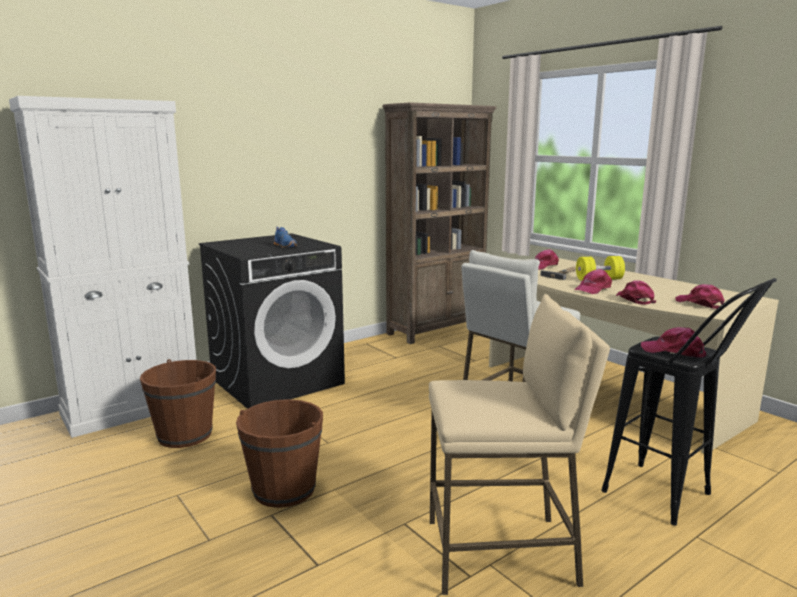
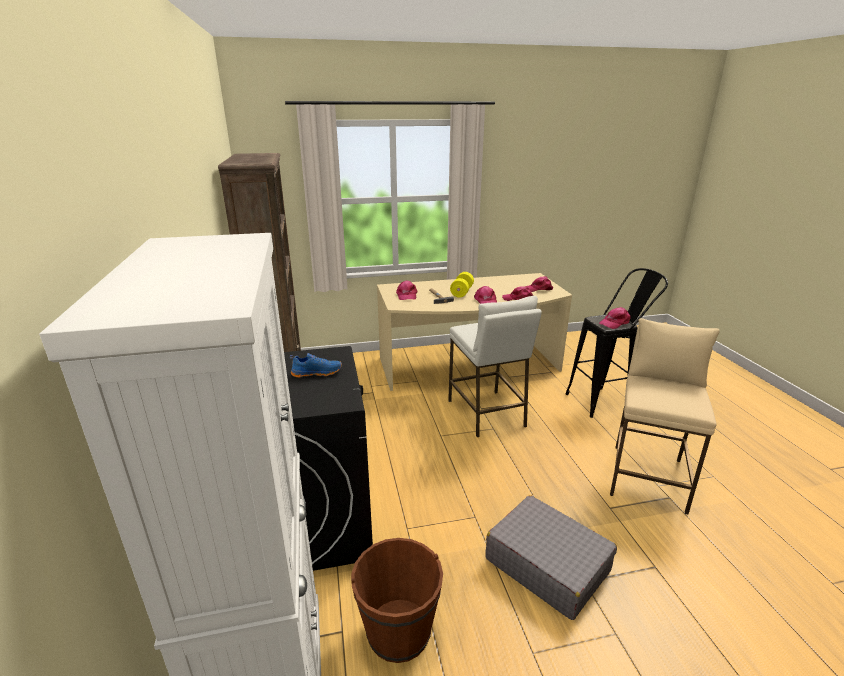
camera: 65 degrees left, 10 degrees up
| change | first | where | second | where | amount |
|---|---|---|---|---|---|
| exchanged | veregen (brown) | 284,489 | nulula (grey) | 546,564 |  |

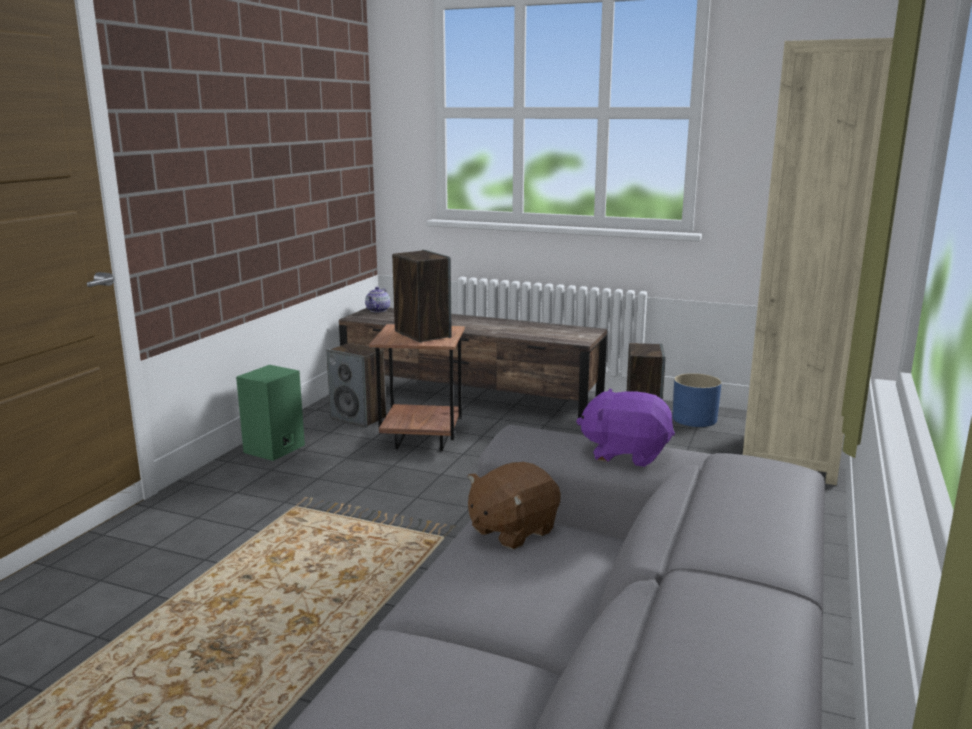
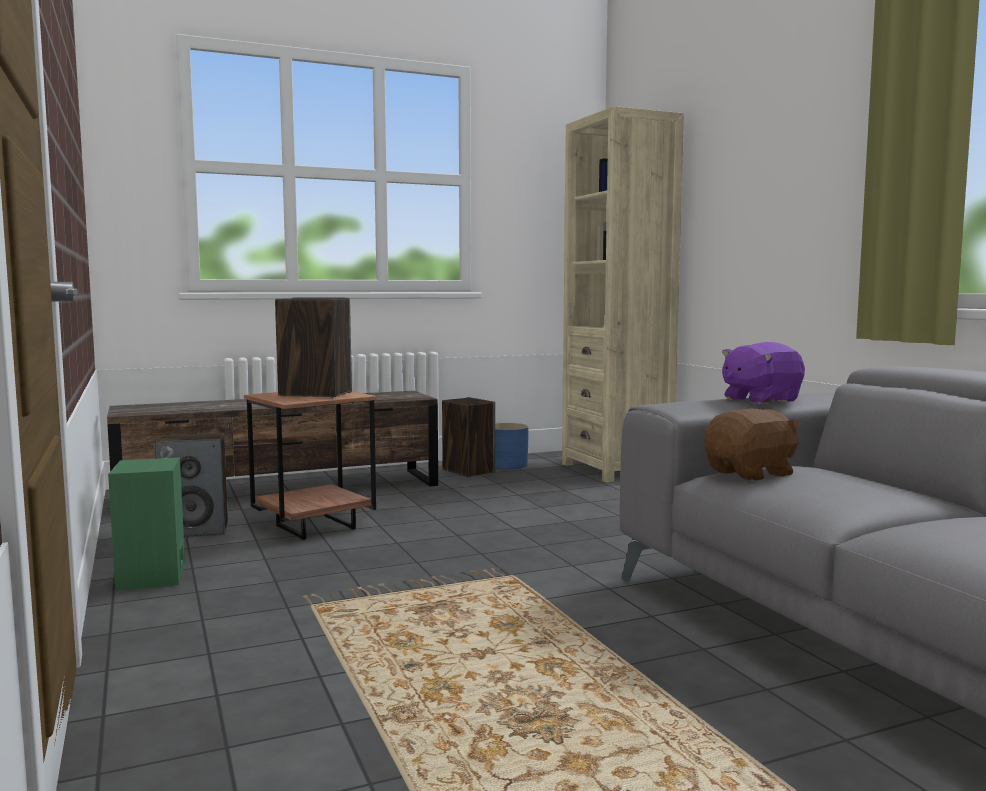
camera: 45 degrees left, 10 degrees down
| change | first | where | second | where | amount |
|---|---|---|---|---|---|
| missing | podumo | 378,310 |  |  |  |
| spun | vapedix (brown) | 511,530 |  | 751,474 | 120 degrees counterclockwise |

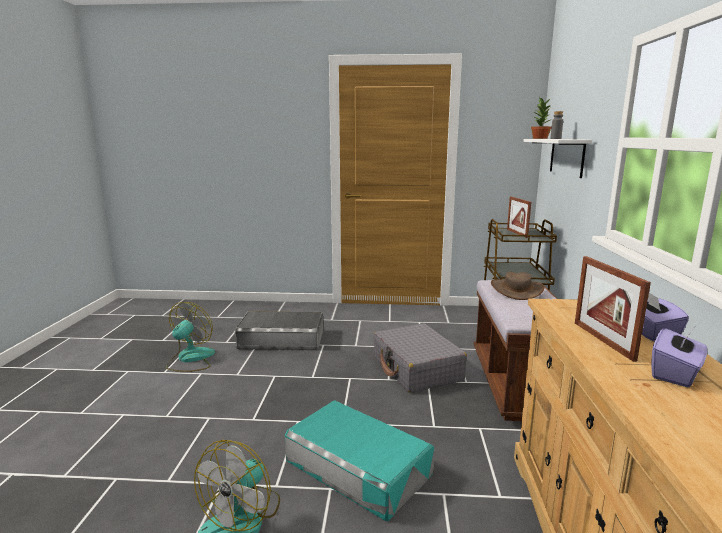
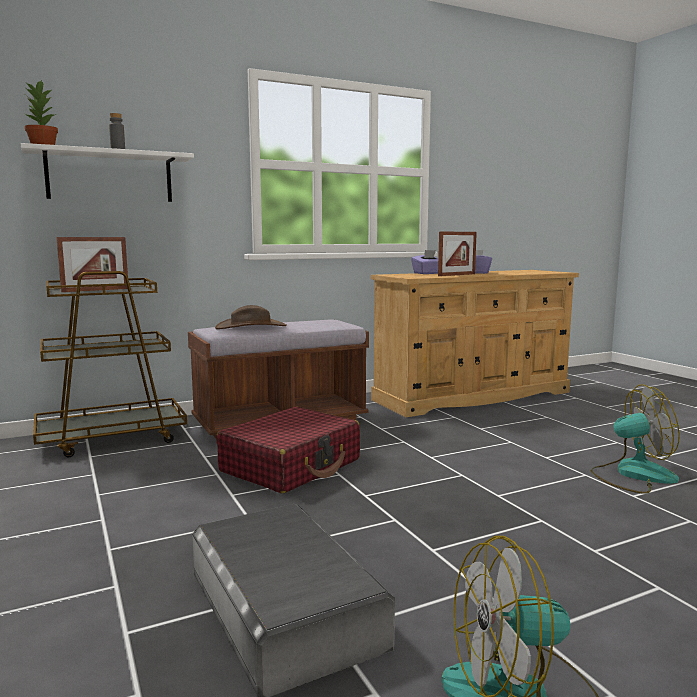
camera: 120 degrees left, 5 degrees down
| change | first | where | second | where | amount |
|---|---|---|---|---|---|
| missing | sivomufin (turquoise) | 357,466 |  |  |  |
| colour | nulula (grey) | 417,369 | nulula (red) | 291,466 |  |

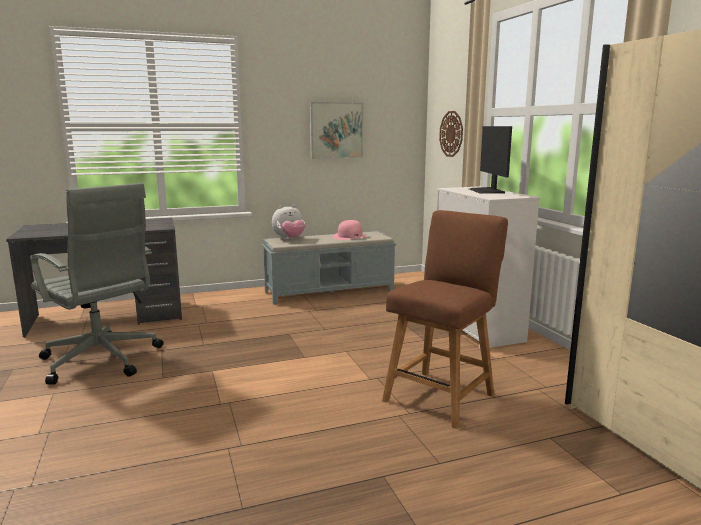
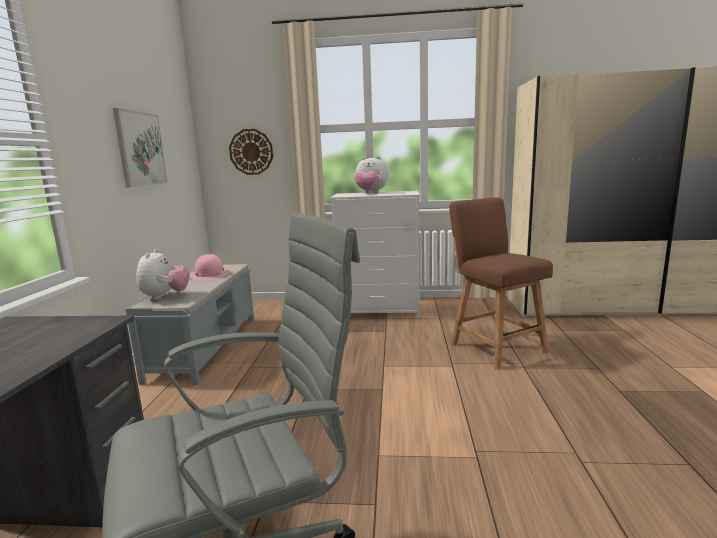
camera: 65 degrees left, 0 degrees up
| change | first | where | second | where | amount |
|---|---|---|---|---|---|
| exchanged | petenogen | 487,191 | vapedix | 370,193 |  |

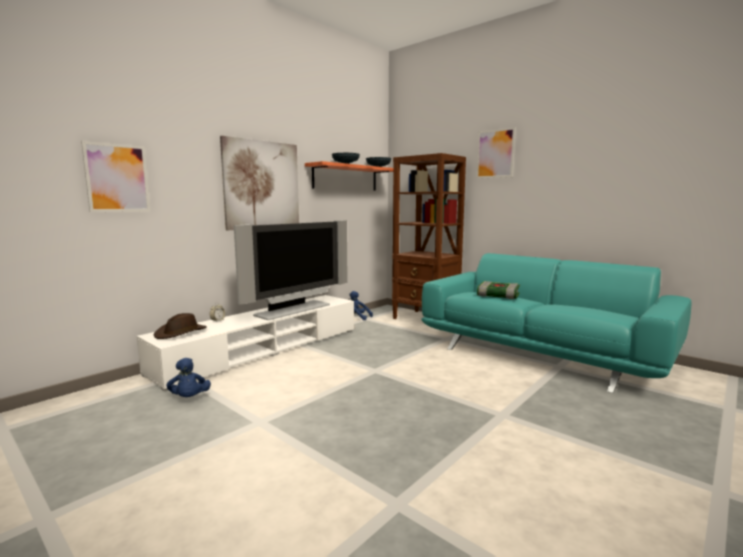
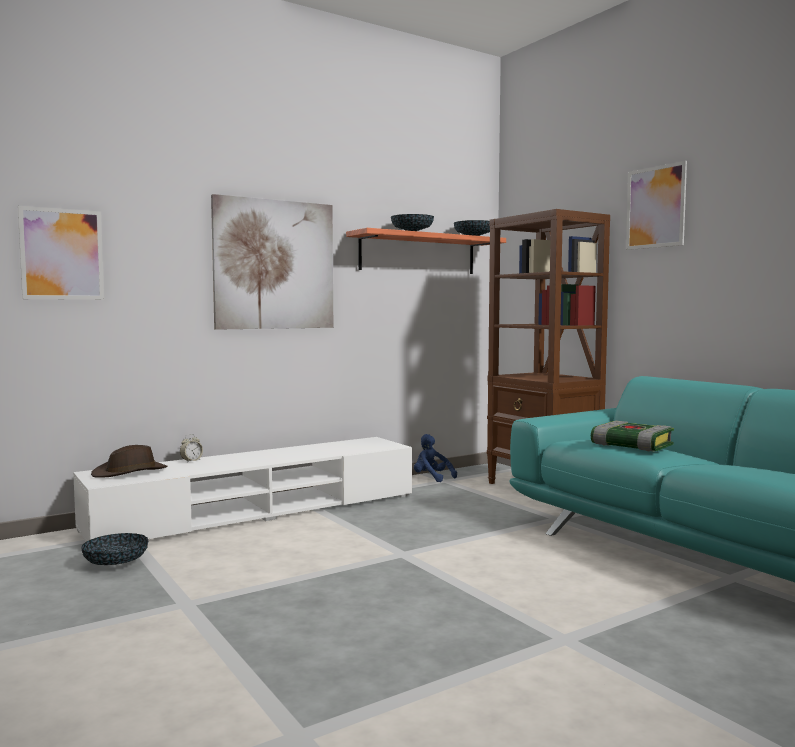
camera: 15 degrees right, 5 degrees down
| change | first | where | second | where | amount |
|---|---|---|---|---|---|
| exchanged | vapedix (blue) | 189,398 | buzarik | 116,564 |  |
| missing | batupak | 294,310 |  |  |  |

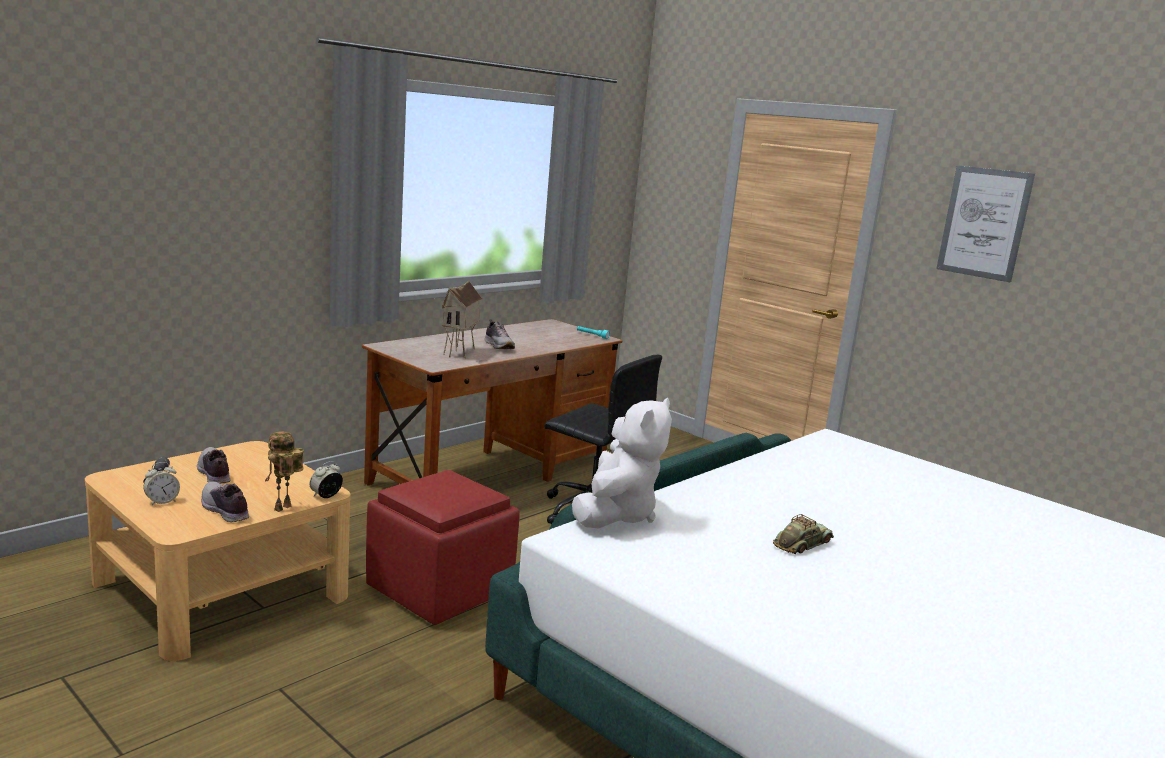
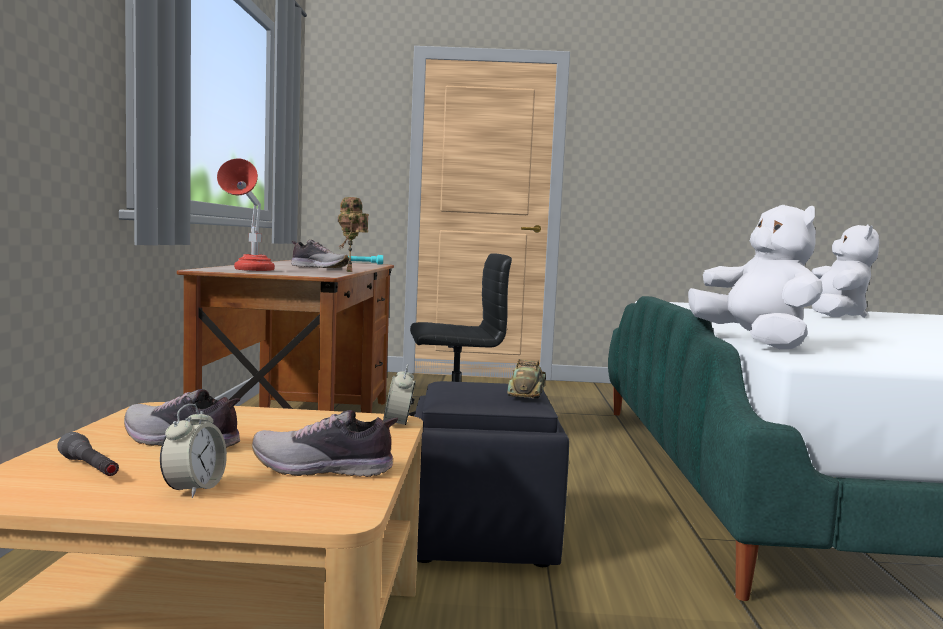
camera: 40 degrees left, 10 degrees down
| change | first | where | second | where | amount |
|---|---|---|---|---|---|
| relocated | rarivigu | 283,509 |  | 351,271 |  |
| colour | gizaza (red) | 439,589 | gizaza (black) | 479,535 |  |
| missing | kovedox | 460,353 |  |  |  |
| relocated | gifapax | 802,544 |  | 527,392 |  |
| missing | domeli | 984,223 |  |  |  |
| appeared |  |  | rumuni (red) | 249,270 |  |
| appeared |  |  | vapedix (white) | 834,315 |  |

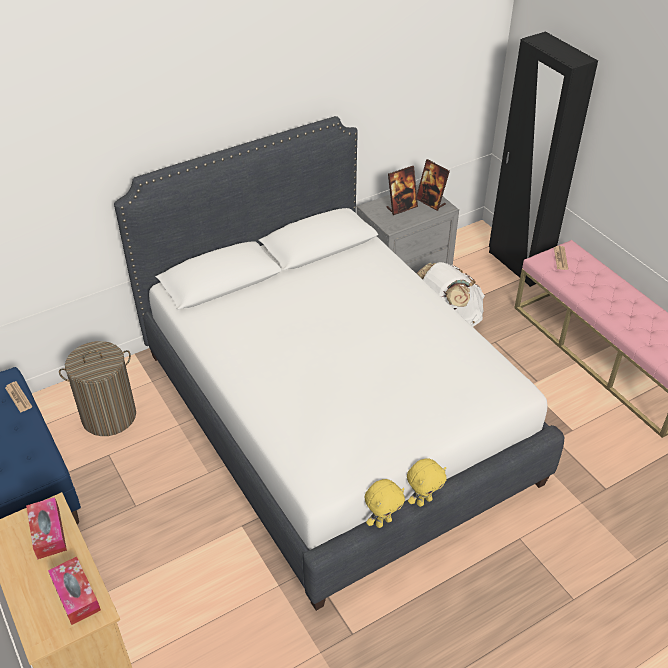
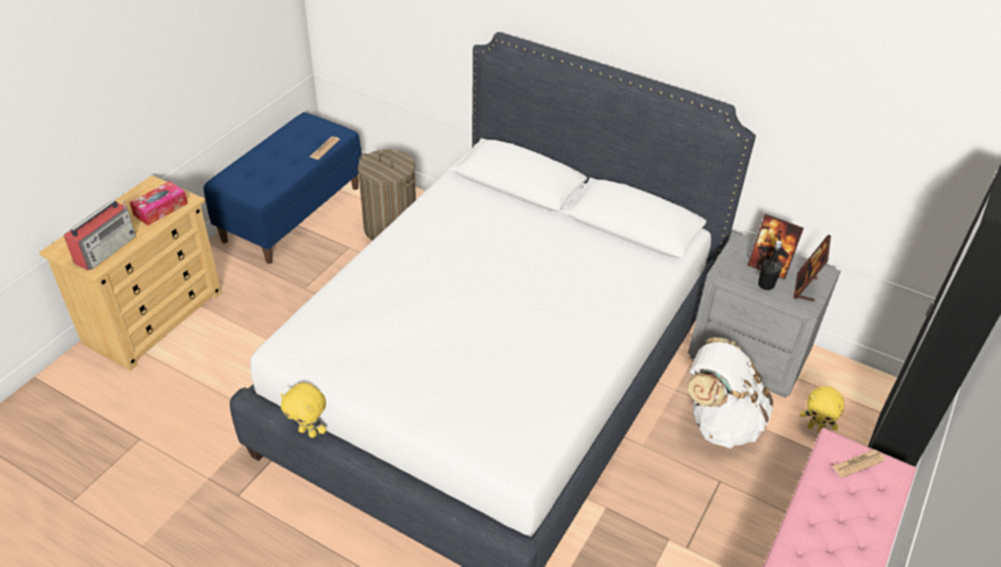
camera: 60 degrees right, 0 degrees up
| change | first | where | second | where | amount |
|---|---|---|---|---|---|
| exchanged | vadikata | 76,595 | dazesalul | 106,249 |  |
| relocated | vapedix (yellow) | 423,501 |  | 815,428 |  |
| appeared |  |  | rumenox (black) | 766,285 |  |

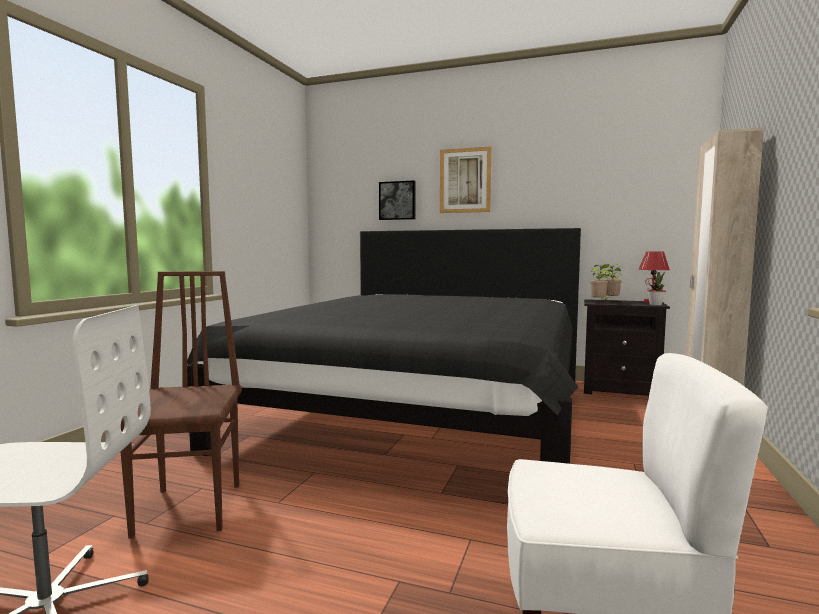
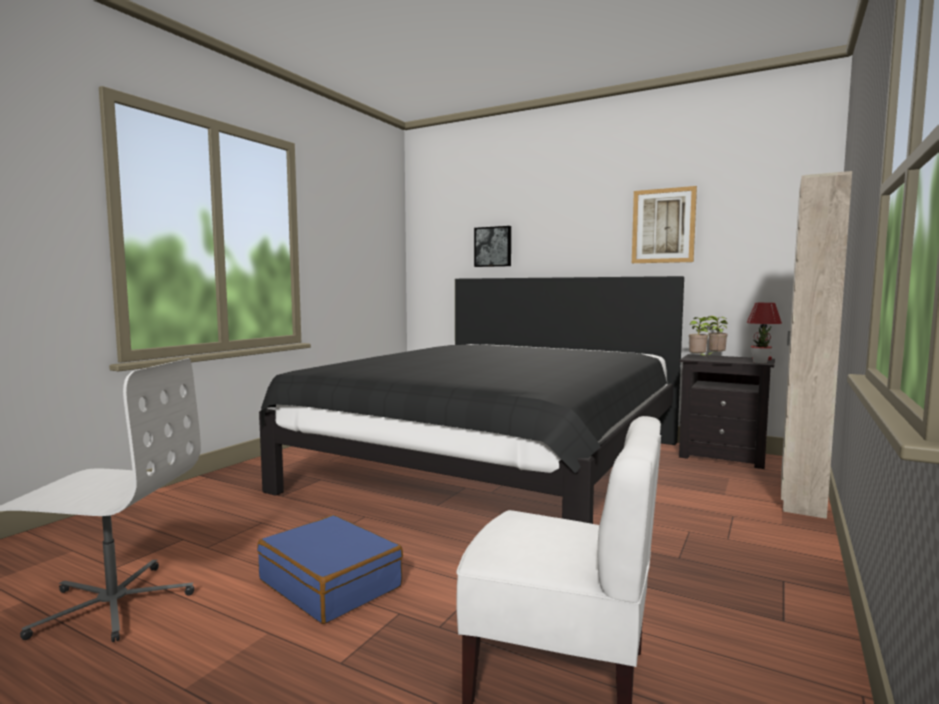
camera: 10 degrees right, 0 degrees up
| change | first | where | second | where | amount |
|---|---|---|---|---|---|
| missing | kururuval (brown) | 192,508 |  |  |  |
| relocated | domeli | 465,180 |  | 663,226 |  |
| appeared |  |  | nulula (blue) | 331,583 |  |

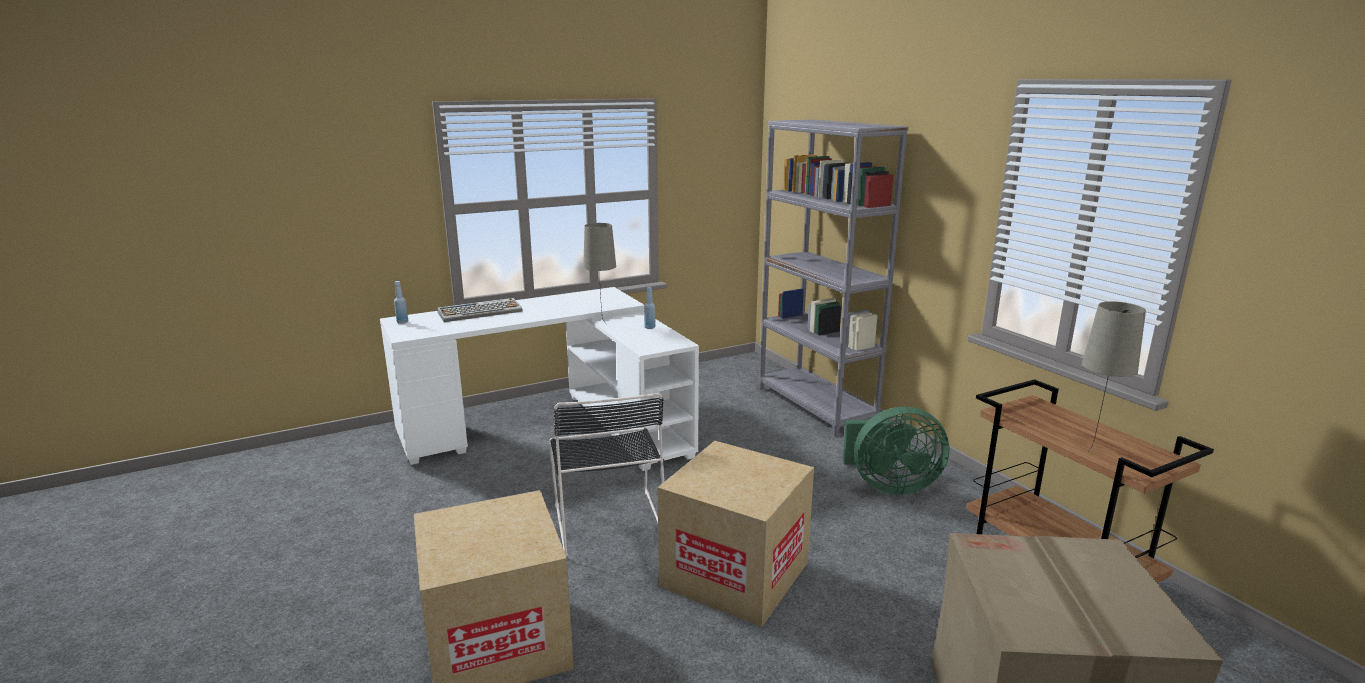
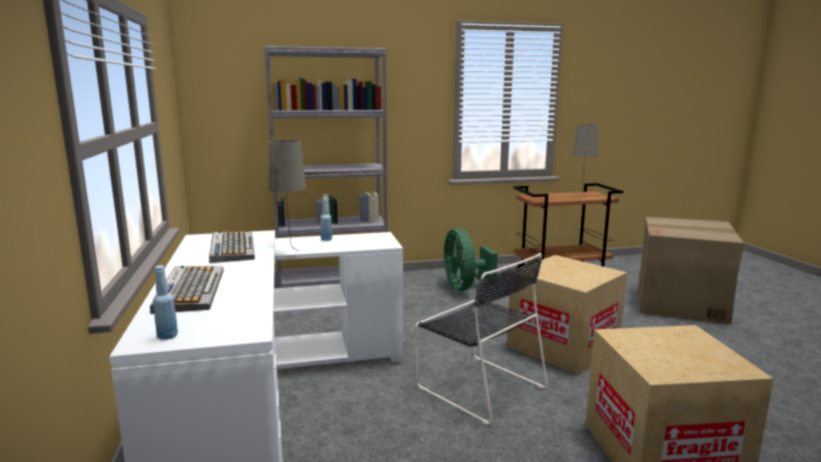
camera: 75 degrees left, 5 degrees down
| change | first | where | second | where | amount |
|---|---|---|---|---|---|
| spun | kururuval (black) | 608,519 |  | 478,386 | 45 degrees clockwise |
| spun | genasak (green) | 889,485 |  | 465,287 | 150 degrees clockwise |
| appeared |  |  | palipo | 231,248 |  |

